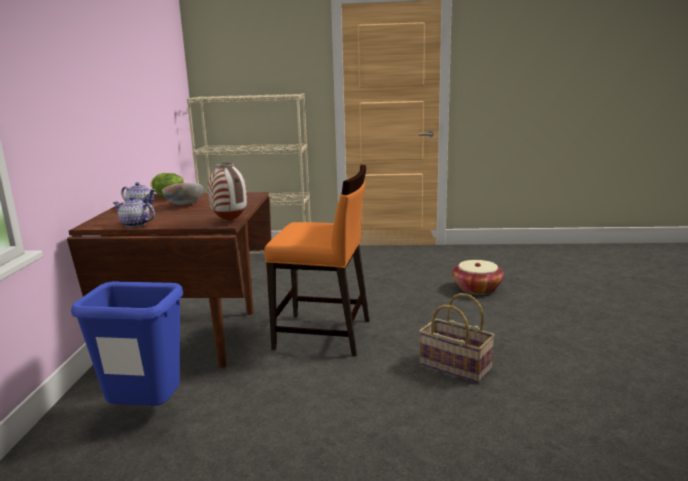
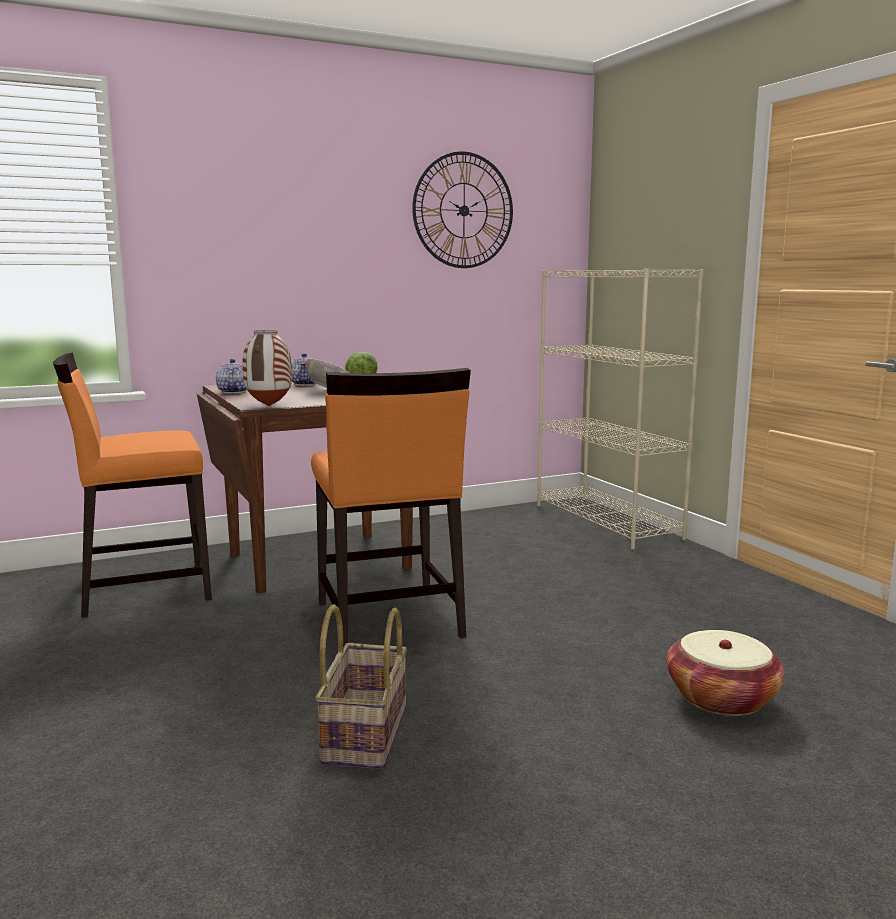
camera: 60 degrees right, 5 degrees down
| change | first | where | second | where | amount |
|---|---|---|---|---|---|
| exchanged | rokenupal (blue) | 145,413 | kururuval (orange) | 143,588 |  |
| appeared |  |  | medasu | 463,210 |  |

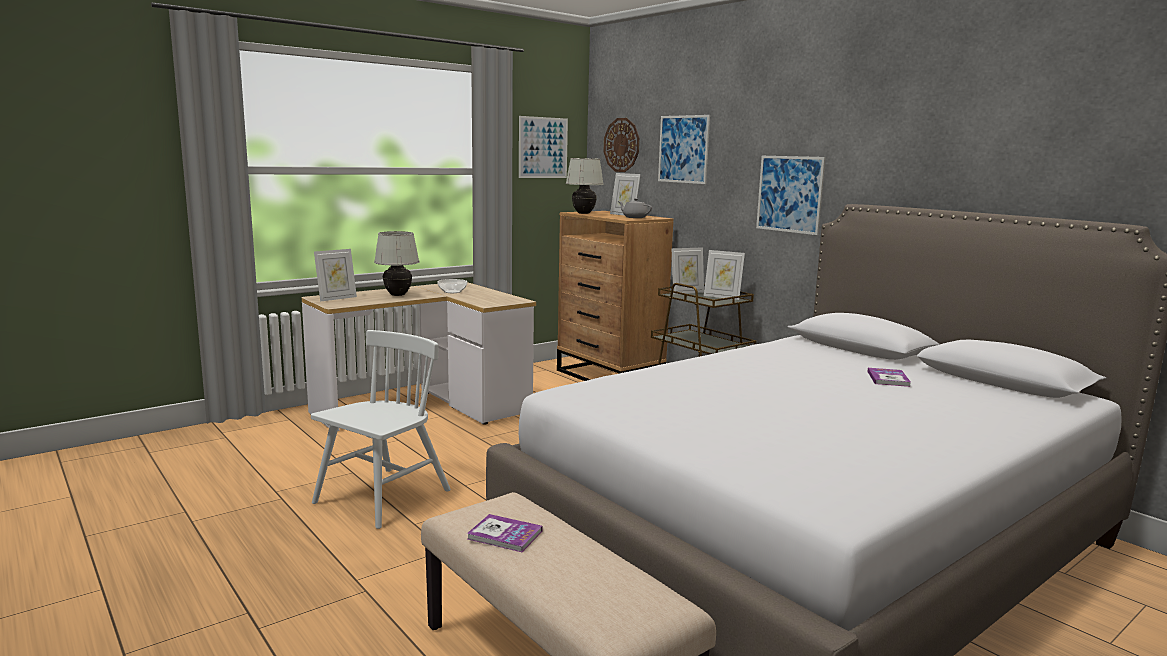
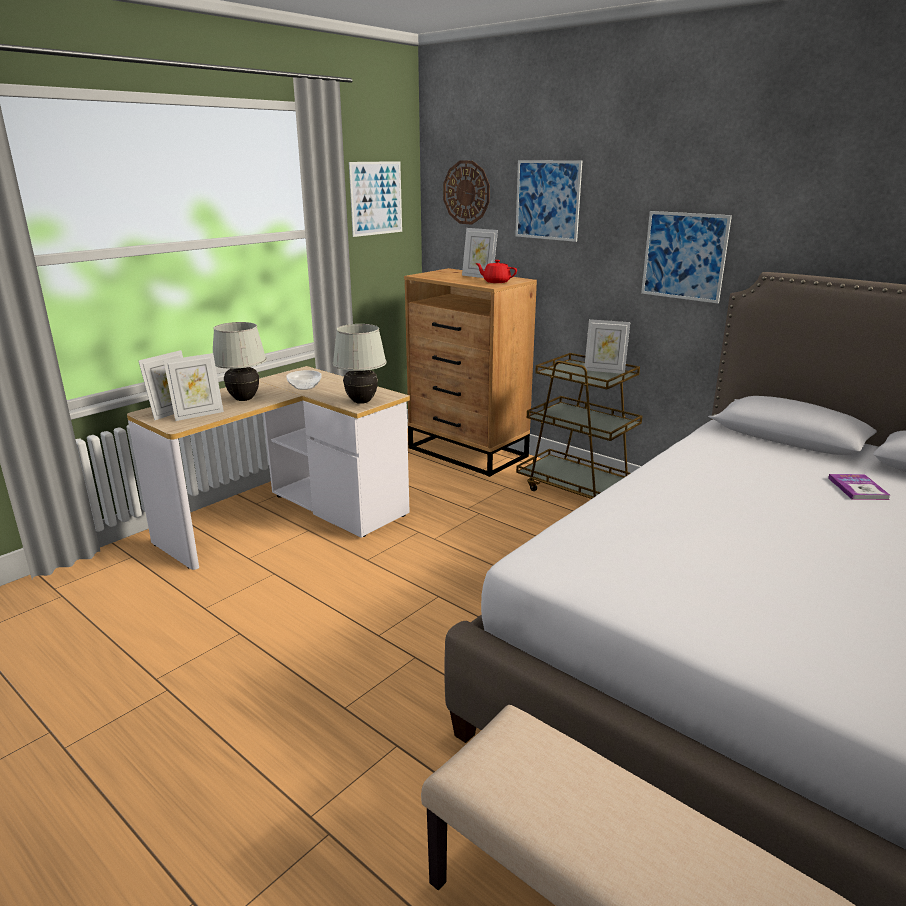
camera: 10 degrees left, 10 degrees up
| change | first | where | second | where | amount |
|---|---|---|---|---|---|
| missing | kururuval (white) | 382,497 |  |  |  |
| missing | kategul | 505,535 |  |  |  |
| relocated | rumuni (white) | 583,213 |  | 361,402 |  |
| colour | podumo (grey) | 634,217 | podumo (red) | 496,282 |  |
| relocated | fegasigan | 686,292 |  | 198,415 |  |

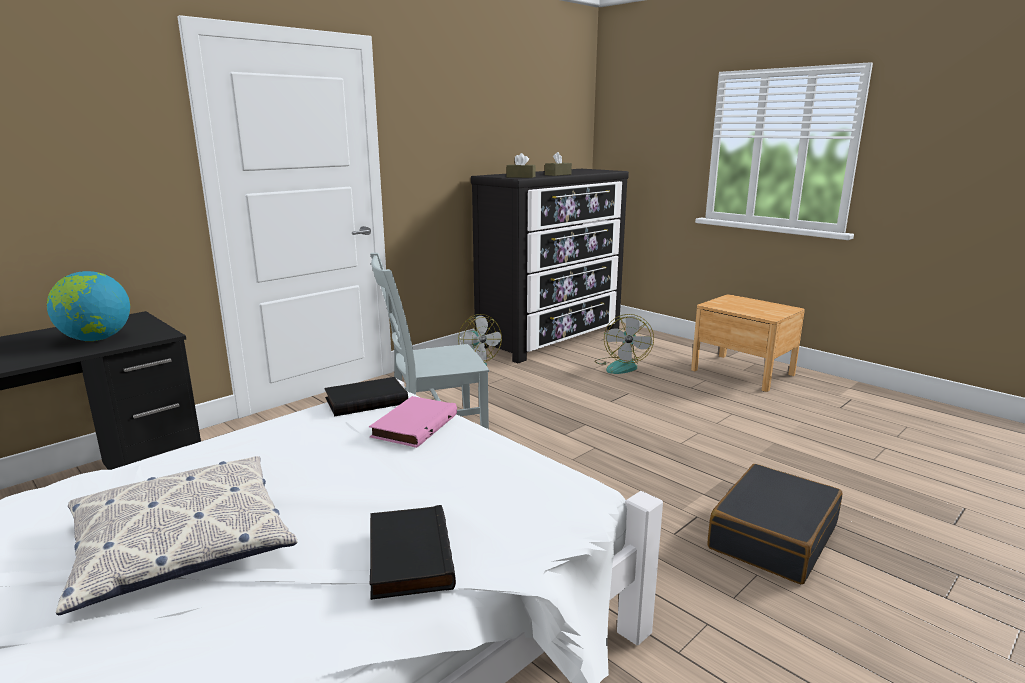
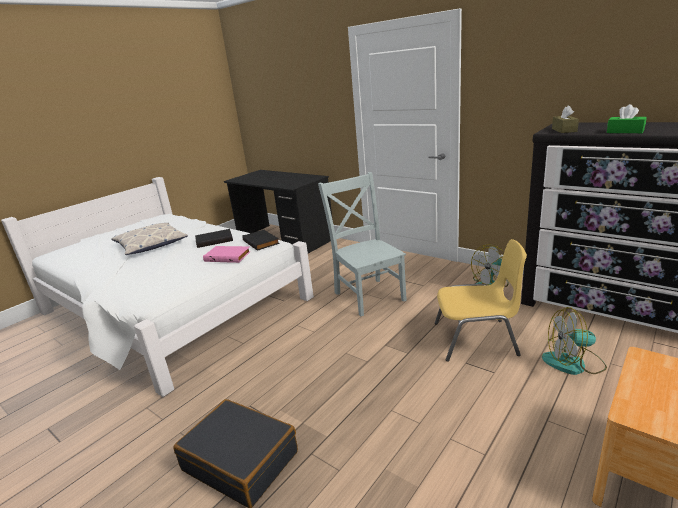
camera: 85 degrees right, 5 degrees up
| change | first | where | second | where | amount |
|---|---|---|---|---|---|
| missing | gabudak | 96,339 |  |  |  |
| relocated | kategul (black) | 407,556 |  | 214,240 |  |
| colour | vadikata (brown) | 558,174 | vadikata (green) | 625,131 |  |
| appeared |  |  | kururuval (yellow) | 476,339 |  |

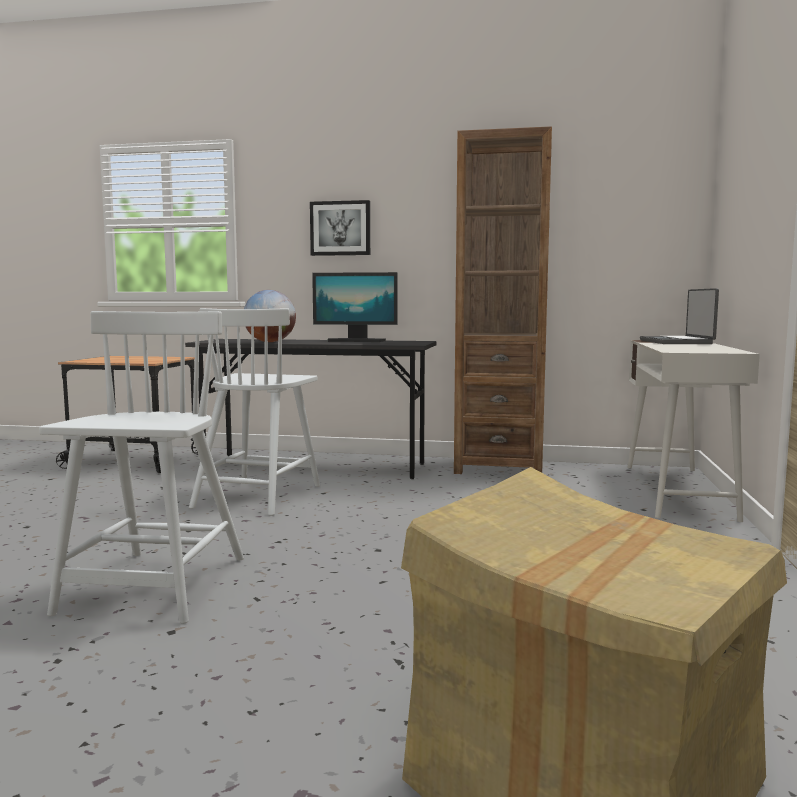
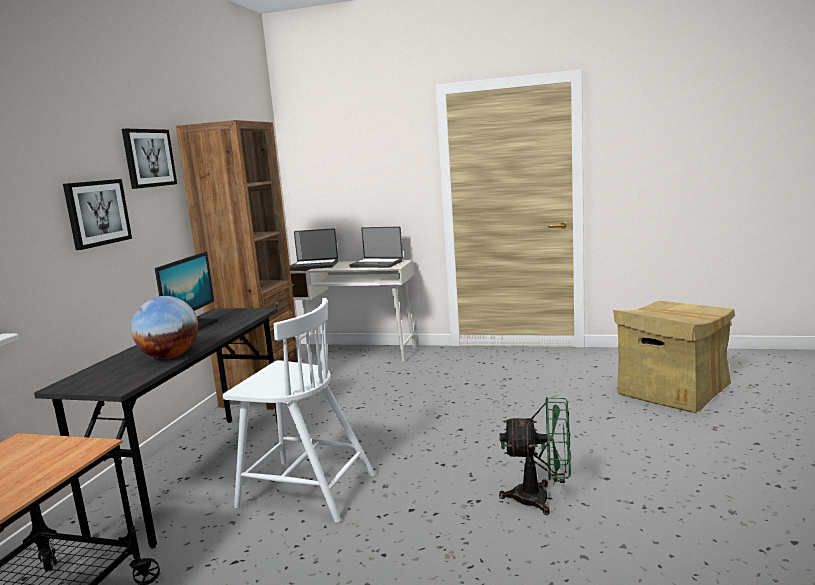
camera: 85 degrees left, 5 degrees up
| change | first | where | second | where | amount |
|---|---|---|---|---|---|
| exchanged | kururuval (white) | 154,586 | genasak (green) | 541,499 |  |
| appeared |  |  | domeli | 148,158 |  |
| appeared |  |  | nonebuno | 377,264 |  |

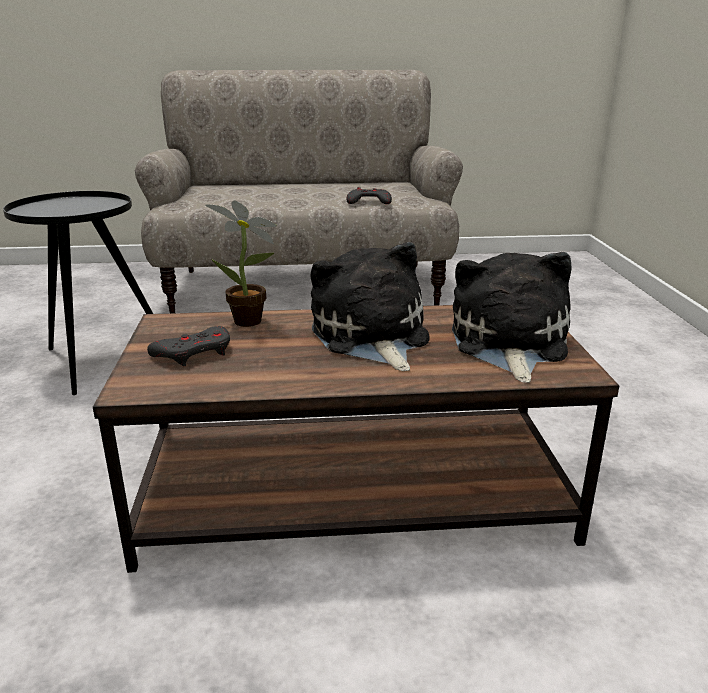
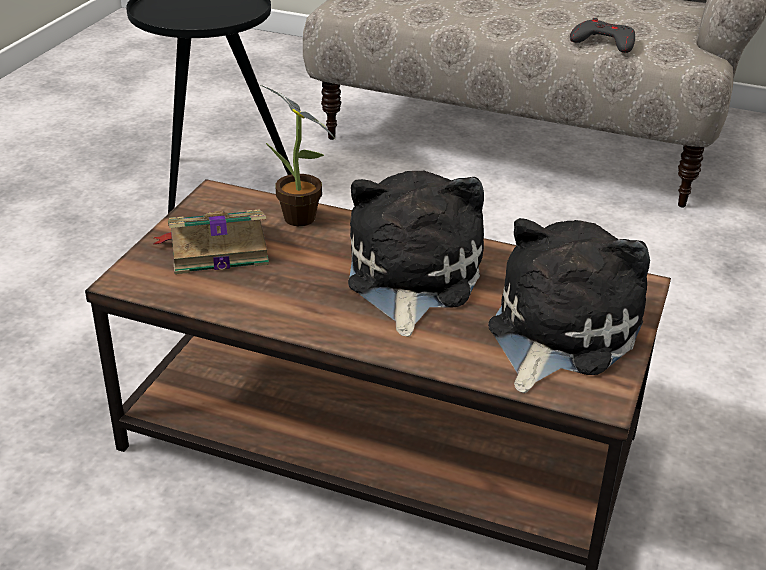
camera: 25 degrees right, 10 degrees up
| change | first | where | second | where | amount |
|---|---|---|---|---|---|
| exchanged | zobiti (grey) | 194,353 | kategul | 215,249 |  |

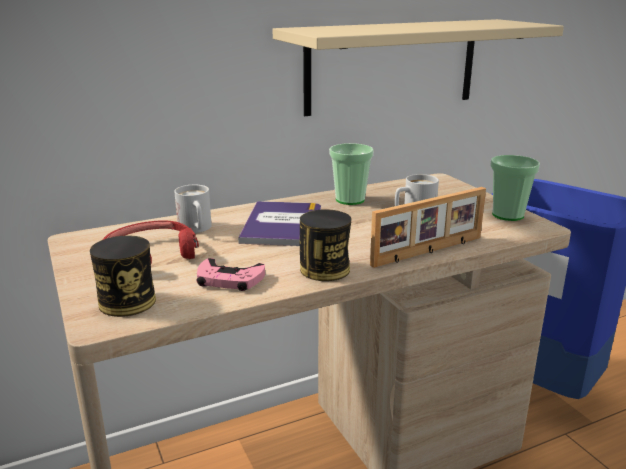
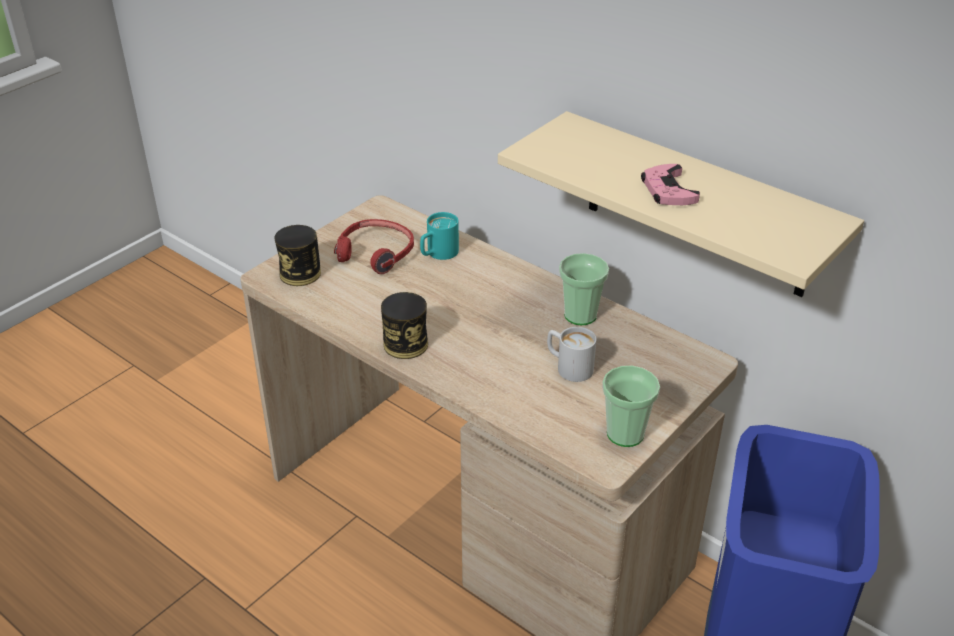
camera: 65 degrees right, 15 degrees up
| change | first | where | second | where | amount |
|---|---|---|---|---|---|
| colour | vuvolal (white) | 196,229 | vuvolal (turquoise) | 438,254 |  |
| relocated | zobiti (pink) | 229,280 |  | 668,191 |  |
| missing | kategul | 282,225 |  |  |  |
| missing | fegasigan | 429,252 |  |  |  |

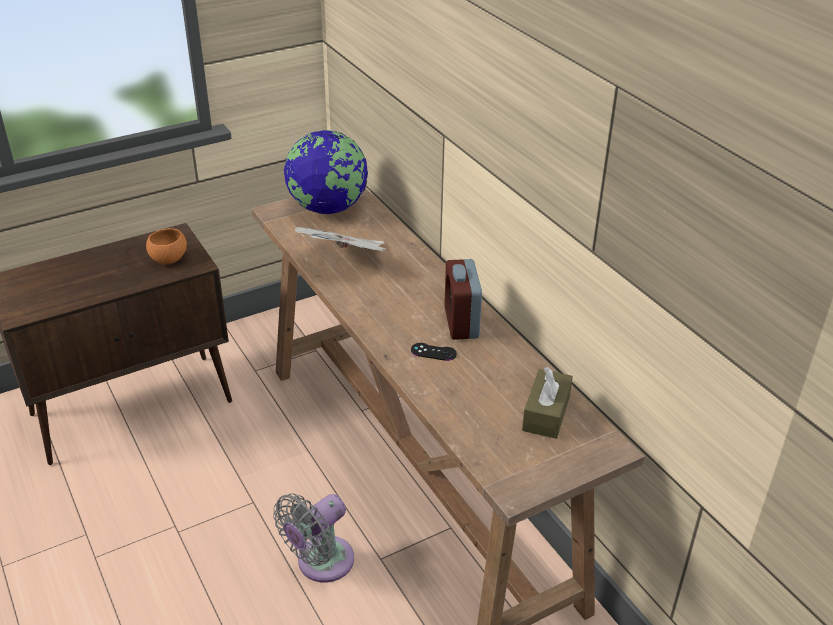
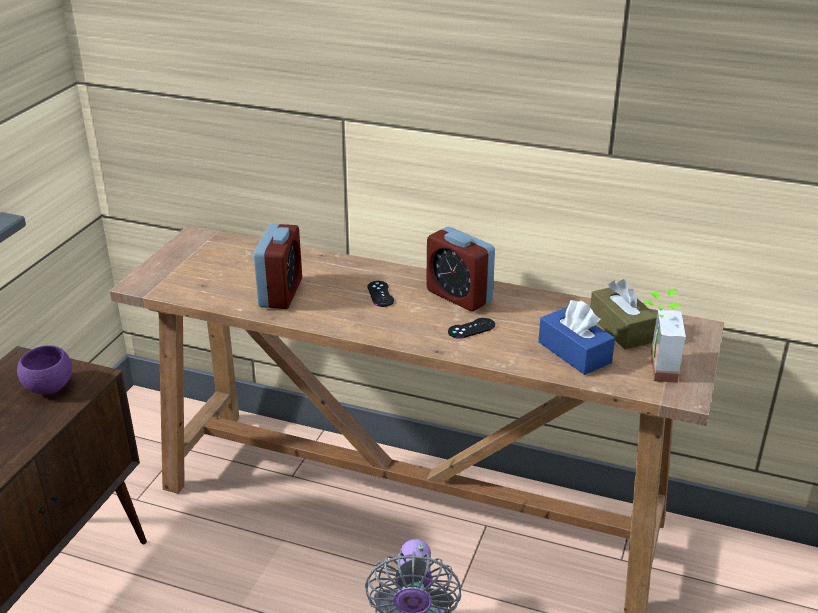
camera: 40 degrees left, 5 degrees down
| change | first | where | second | where | amount |
|---|---|---|---|---|---|
| colour | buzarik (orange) | 169,259 | buzarik (purple) | 49,387 |  |
| missing | gabudak | 328,208 |  |  |  |
| exchanged | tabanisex | 346,260 | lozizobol | 281,293 |  |
| appeared |  |  | zobiti (black) | 380,294 |  |
| appeared |  |  | vadikata (blue) | 574,352 |  |
| appeared |  |  | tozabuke | 653,367 |  |

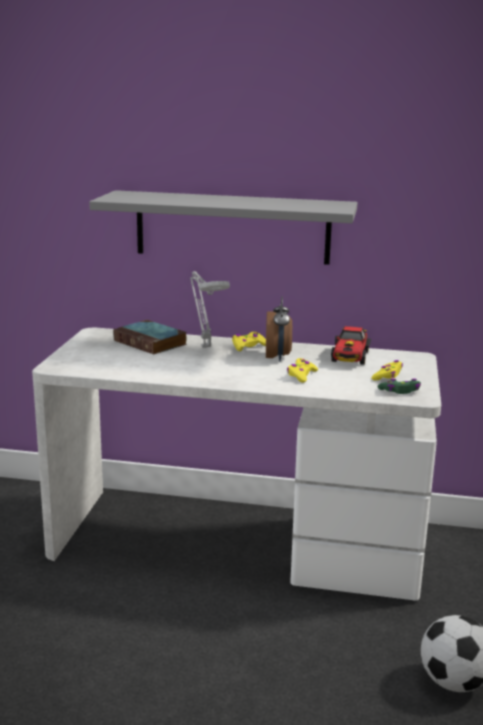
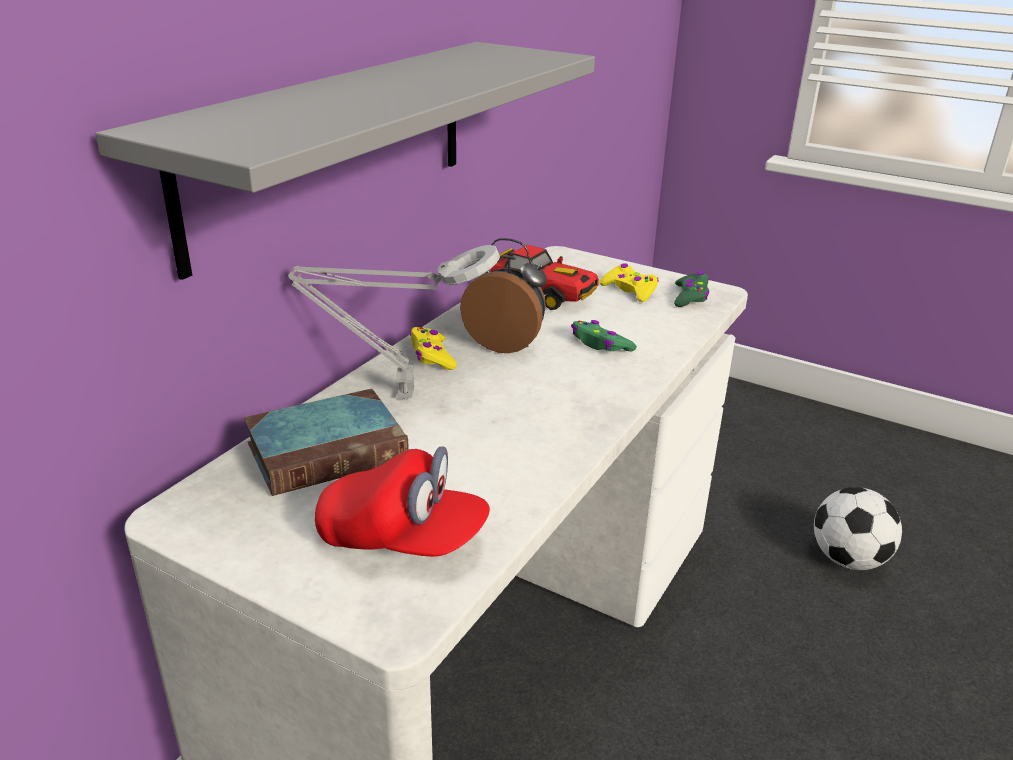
camera: 70 degrees left, 10 degrees up
| change | first | where | second | where | amount |
|---|---|---|---|---|---|
| colour | zobiti (yellow) | 301,375 | zobiti (green) | 600,344 |  |
| appeared |  |  | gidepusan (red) | 402,538 |  |

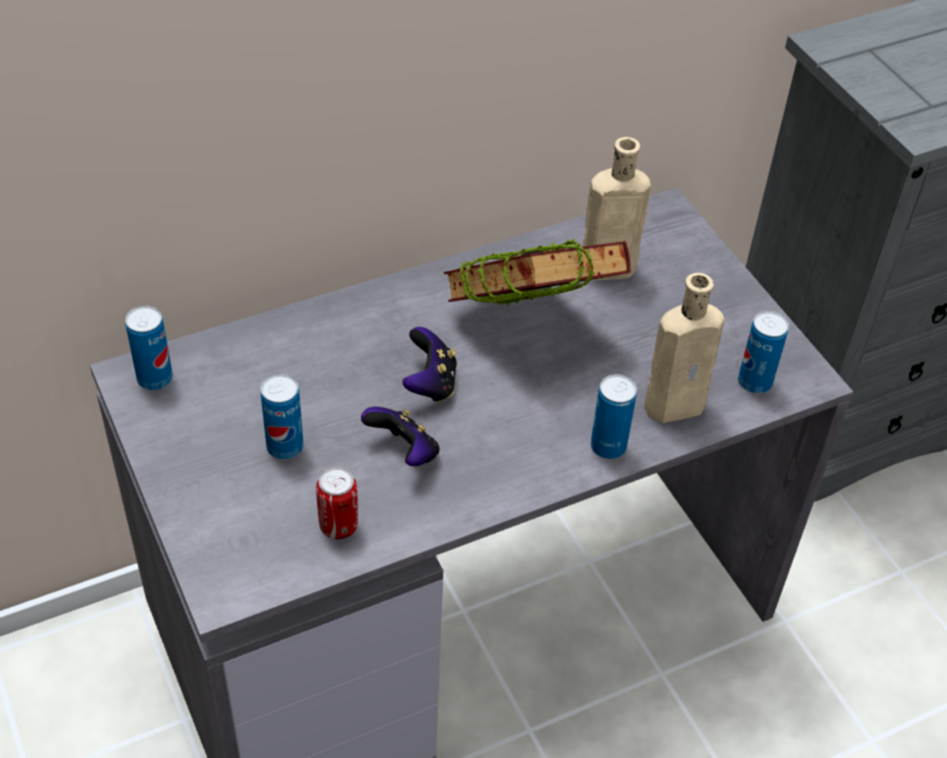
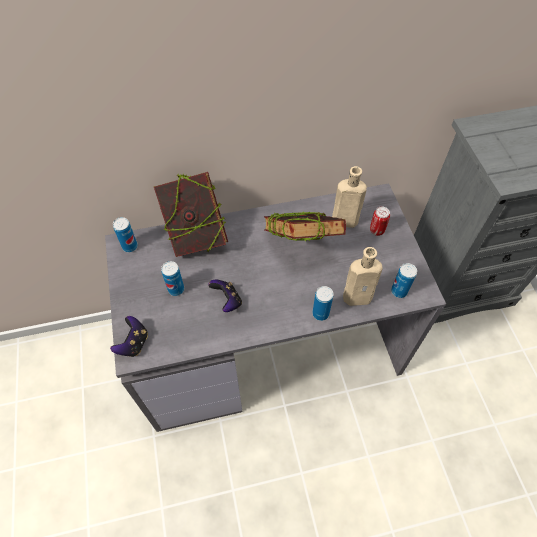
camera: 15 degrees right, 10 degrees up
| change | first | where | second | where | amount |
|---|---|---|---|---|---|
| relocated | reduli | 338,526 |  | 377,230 |  |
| relocated | zobiti | 430,384 |  | 133,343 |  |
| appeared |  |  | kategul | 196,236 |  |

